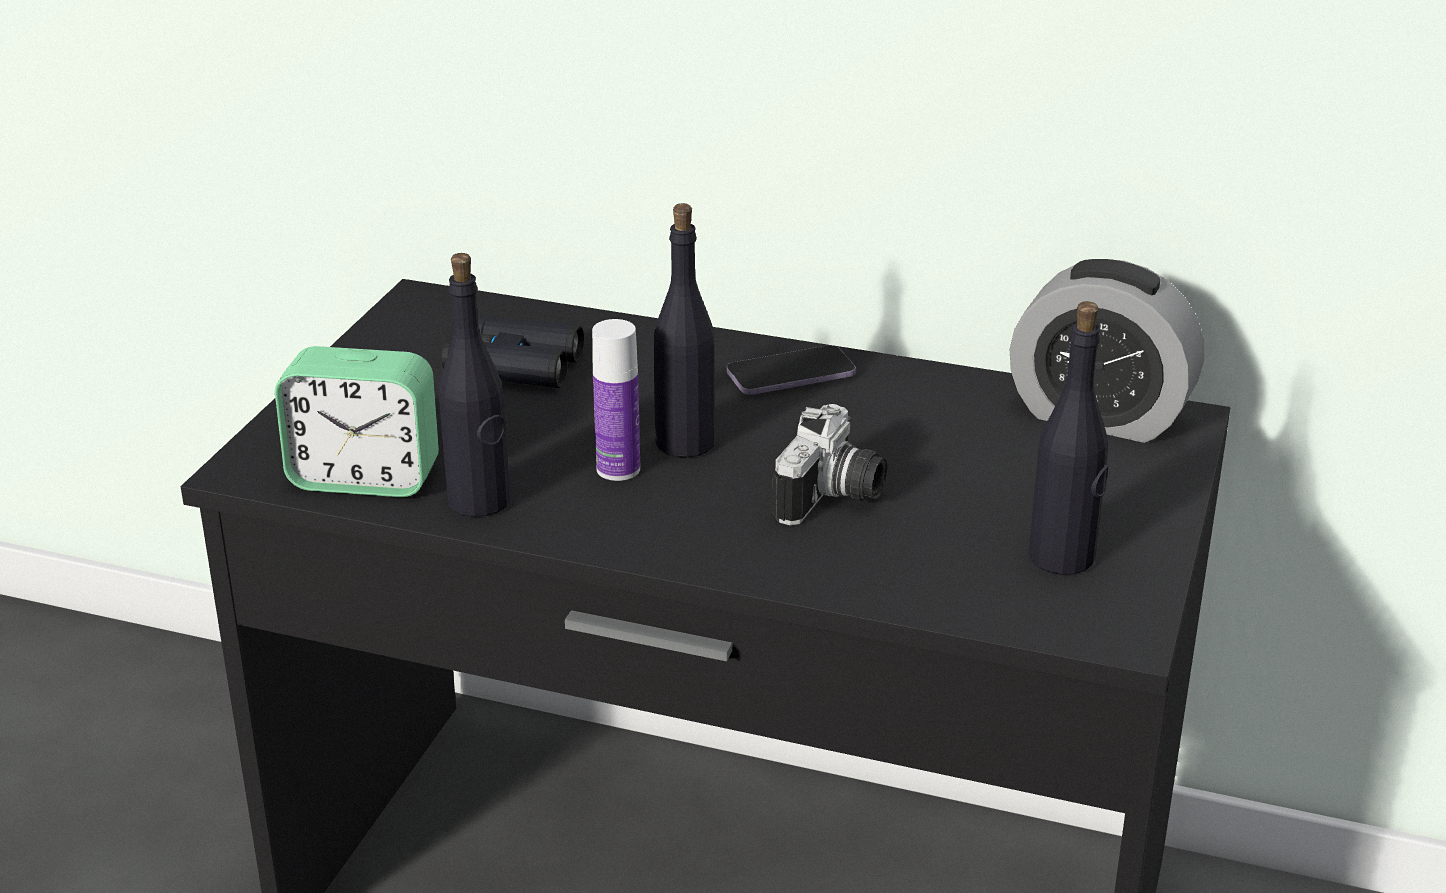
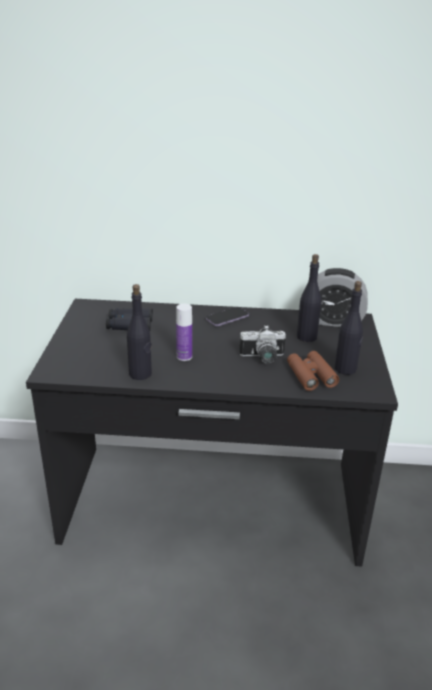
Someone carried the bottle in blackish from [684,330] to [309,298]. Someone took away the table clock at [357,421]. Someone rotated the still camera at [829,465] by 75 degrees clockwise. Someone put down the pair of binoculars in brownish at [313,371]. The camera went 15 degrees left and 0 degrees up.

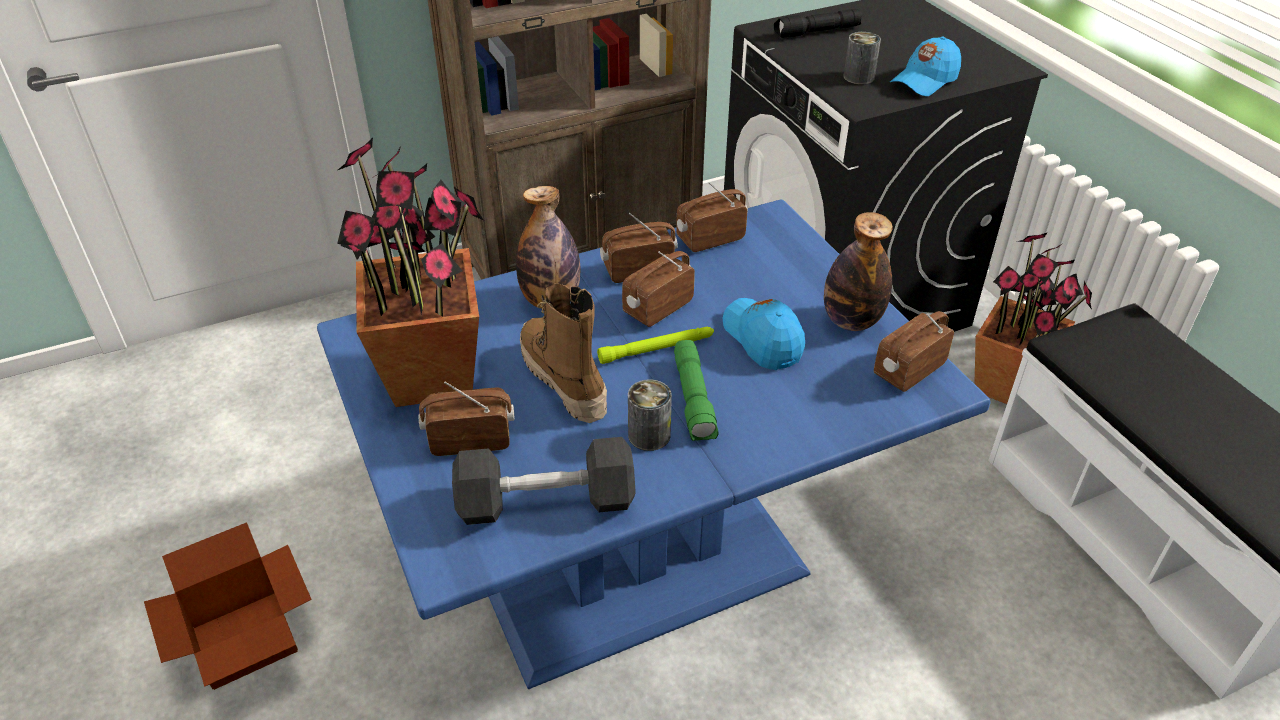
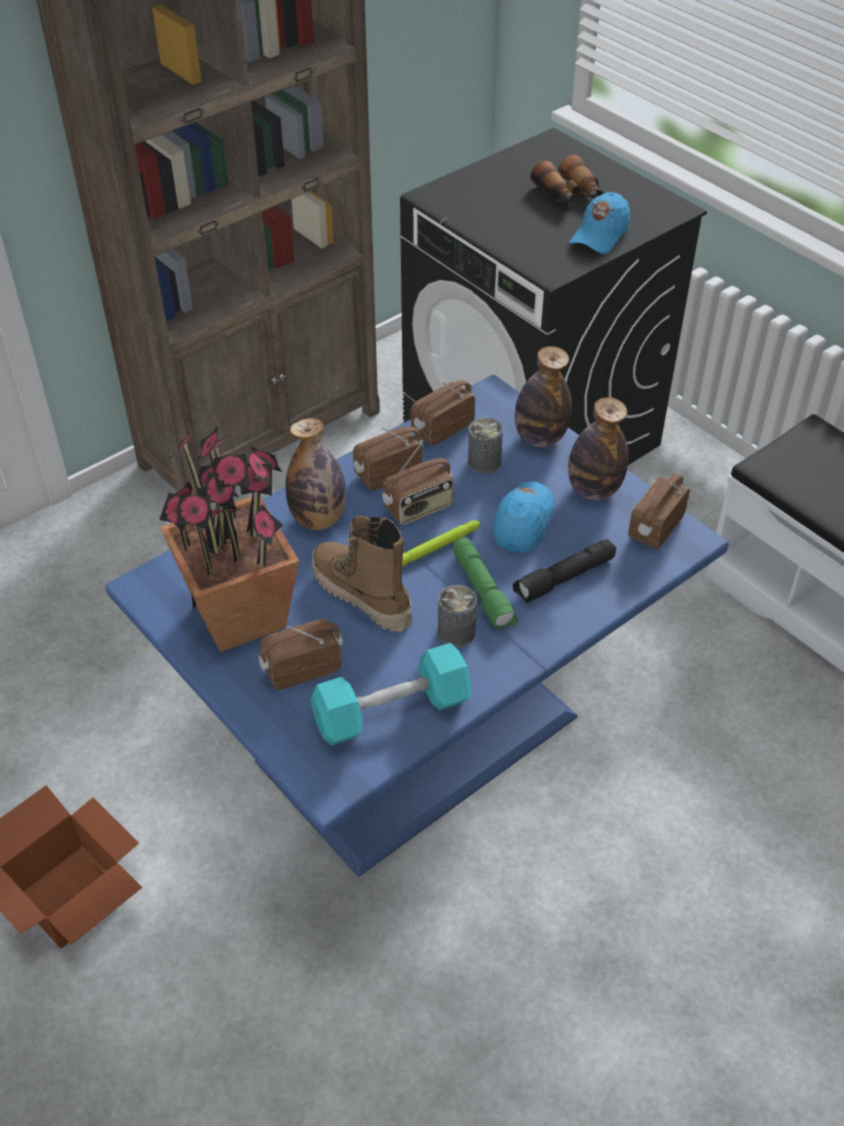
Someone carried the hand torch in blackish from [818,23] to [564,571]. Someone carried the sealed can from [862,58] to [485,446]. Someone took away the potted plant at [1033,318]. Someone rotated the radio receiver at [658,289] by 150 degrees counterclockwise. Someone rotated the peaked cap in bluish at [764,334] by 60 degrees clockwise. Someone repainted the hand weight in grey at [544,481], which became the hand weight in turquoise at [391,694]. Someone put down the pair of binoculars at [567,181]. Someone put down the bottle at [543,396]. The camera went 15 degrees left and 5 degrees up.

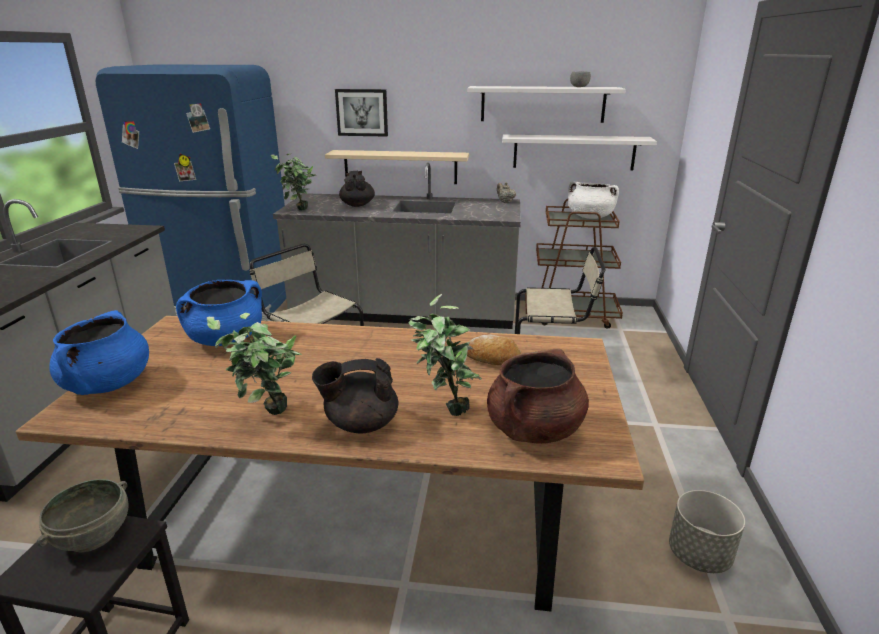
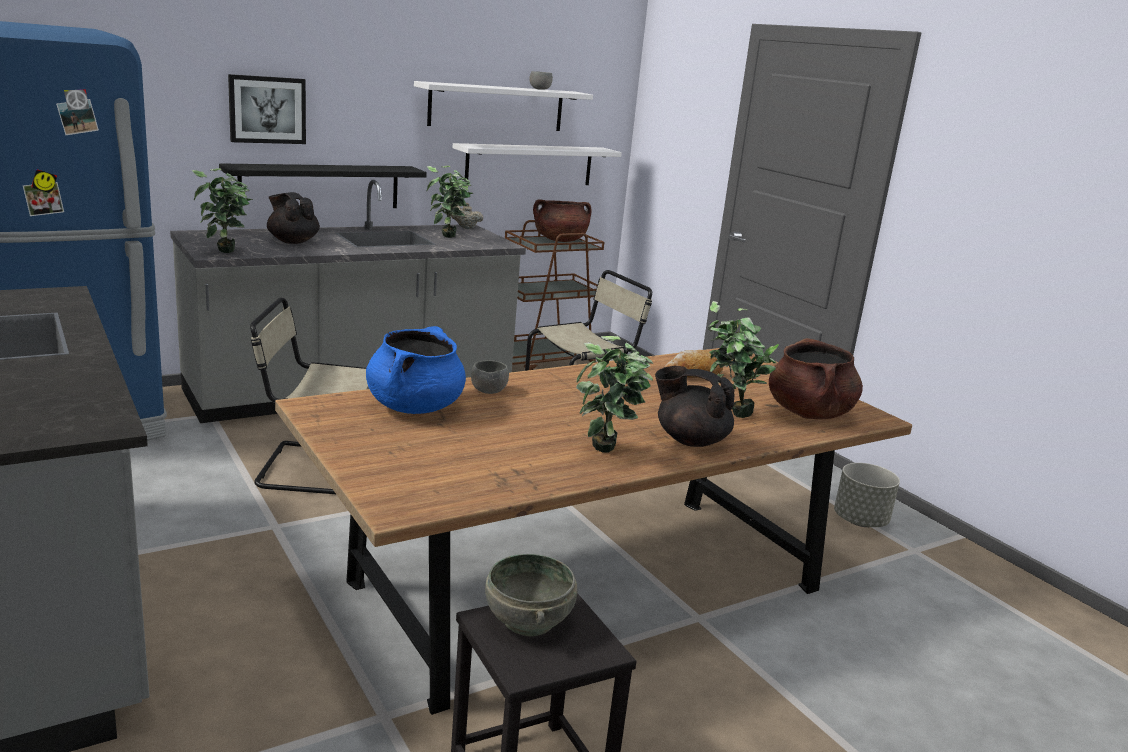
Someone repainted the wall shelf in beige-coloured at [397,167], which became the wall shelf in blackish at [323,185]. Someone repainted the saucepot in white at [593,200], which became the saucepot in brownish at [562,220]. Someone took away the saucepot in bluish at [99,352]. Someone rotated the tea pot in blackish at [355,395] by 75 degrees clockwise. Someone put down the potted plant at [450,202]. Someone put down the bowl in grey at [490,377]. The camera went 40 degrees left and 5 degrees down.

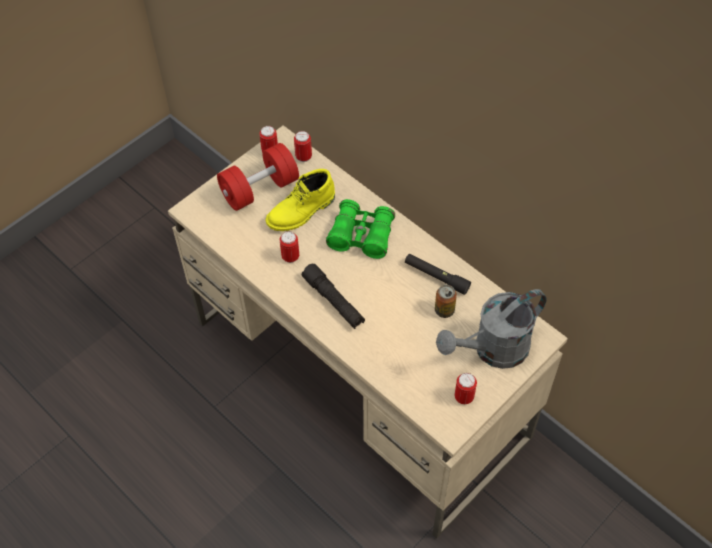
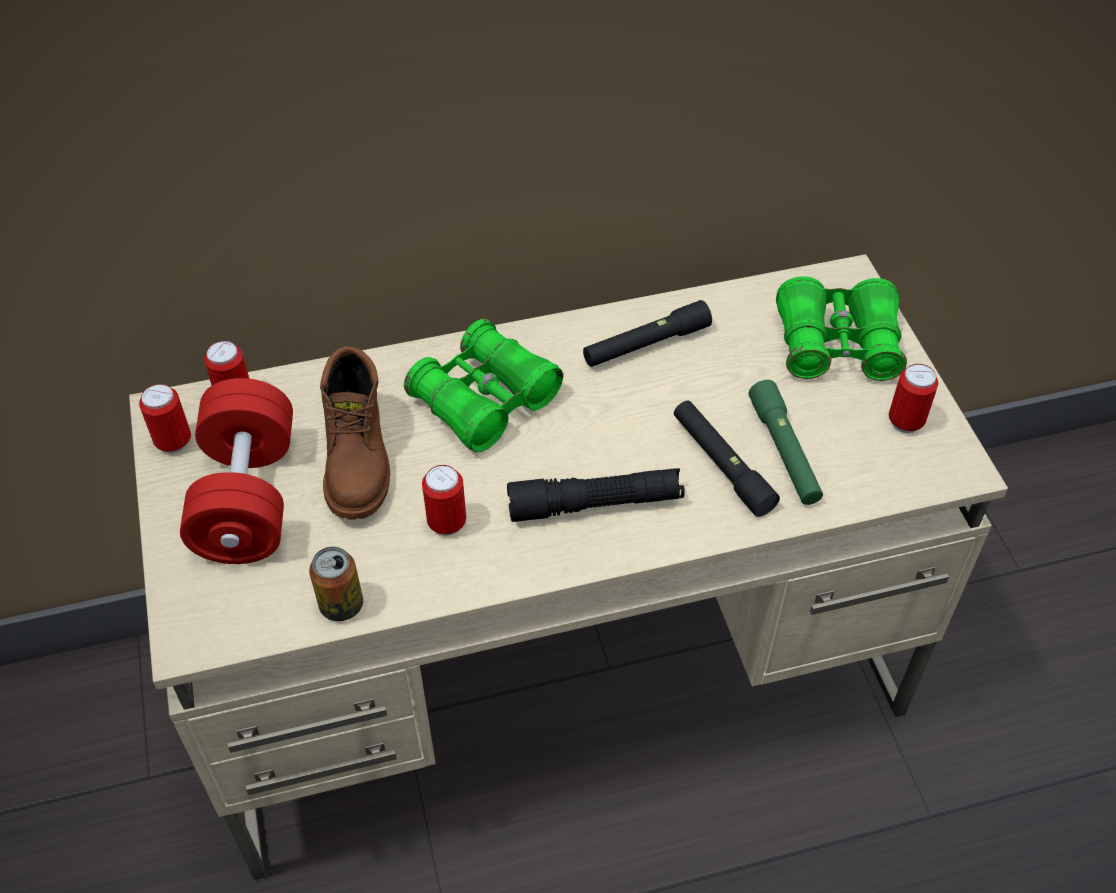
Someone repainted the tall boot in yellow-coloured at [300,200], which became the tall boot in brownish at [355,433]. Someone carried the sealed can from [446,301] to [336,583]. Someone swapped the sprinkling can in grey at [491,329] for the pair of binoculars in green-coloured at [841,328]. Someone put down the hand torch in green-coloured at [786,442]. Someone put down the hand torch in blackish at [727,459]. The camera went 60 degrees left and 5 degrees down.

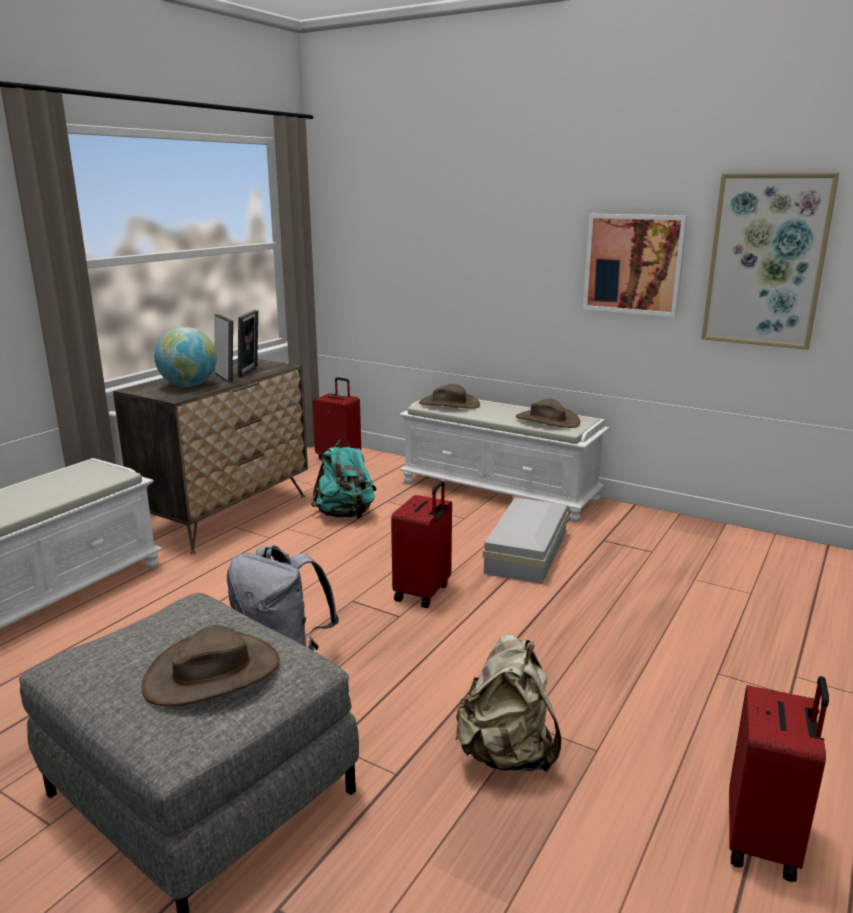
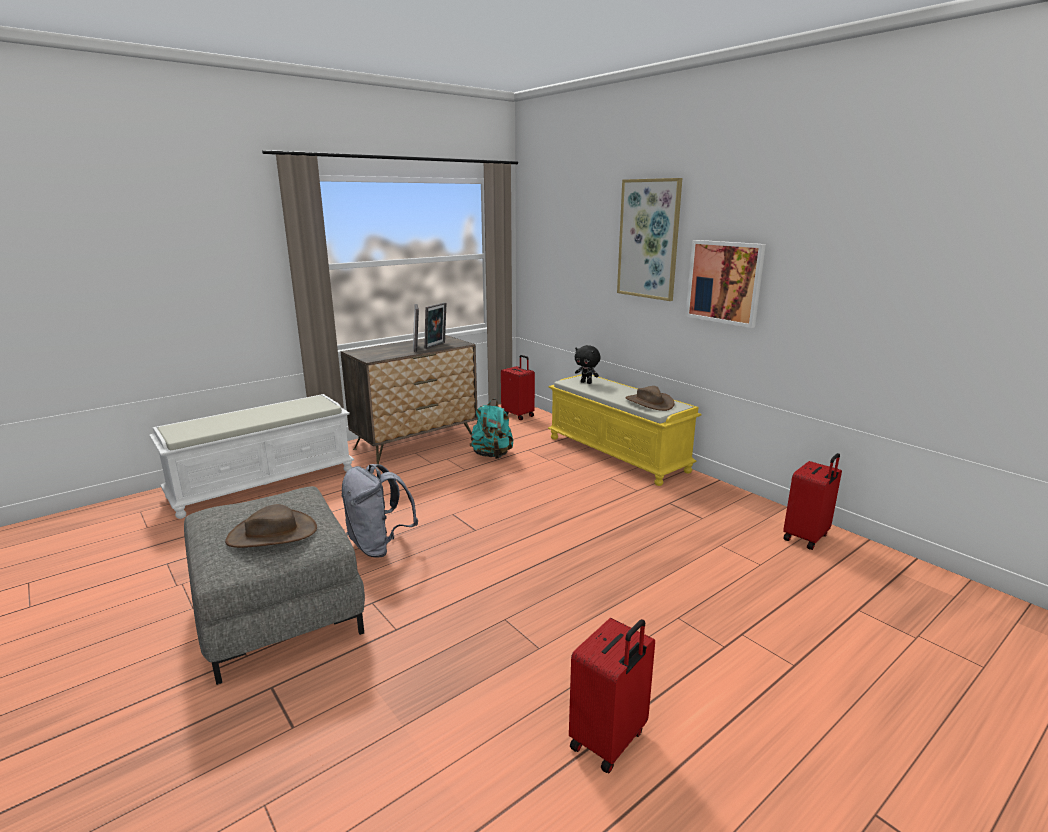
Someone carried the picture from [770,261] to [649,239]. Someone took away the globe at [185,357]. Someone swapped the clothing hat in brownish at [449,396] for the plush toy in blackish at [587,364]. Someone repainted the bench in white at [504,460], which became the bench in yellow-coloured at [625,430]. Someone carried the piece of luggage in red from [421,544] to [812,501]. Someone took away the storage container in white at [525,540]. Someone took away the rucksack in beige-coloured at [508,704]. The camera went 20 degrees right and 0 degrees up.

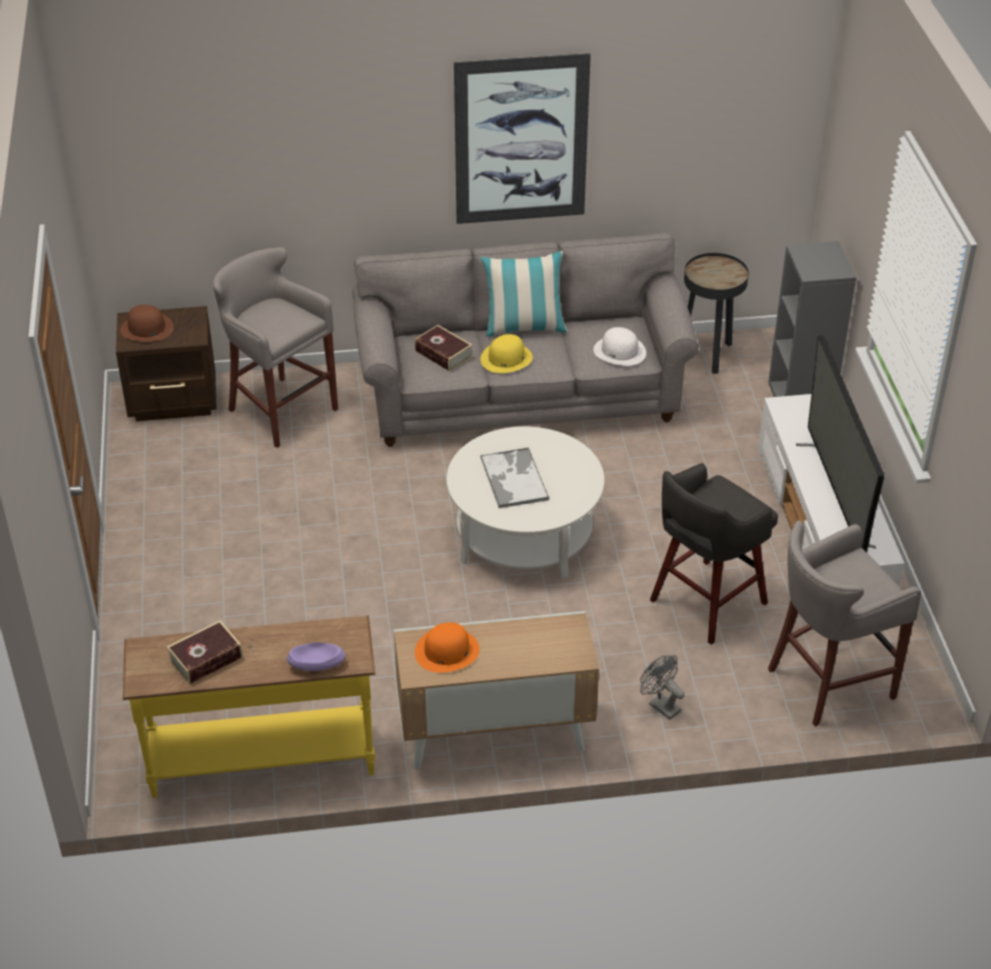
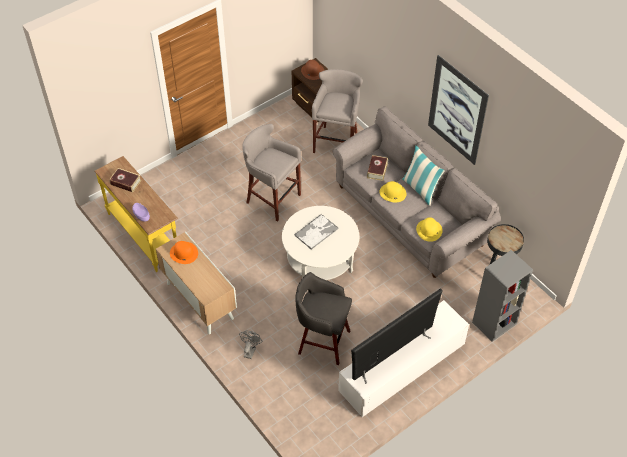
Someone repainted the clothing hat in white at [620,346], which became the clothing hat in yellow-coloured at [429,229]. Someone carried the stool seat in grey from [844,623] to [271,173]. The camera went 60 degrees right and 10 degrees up.

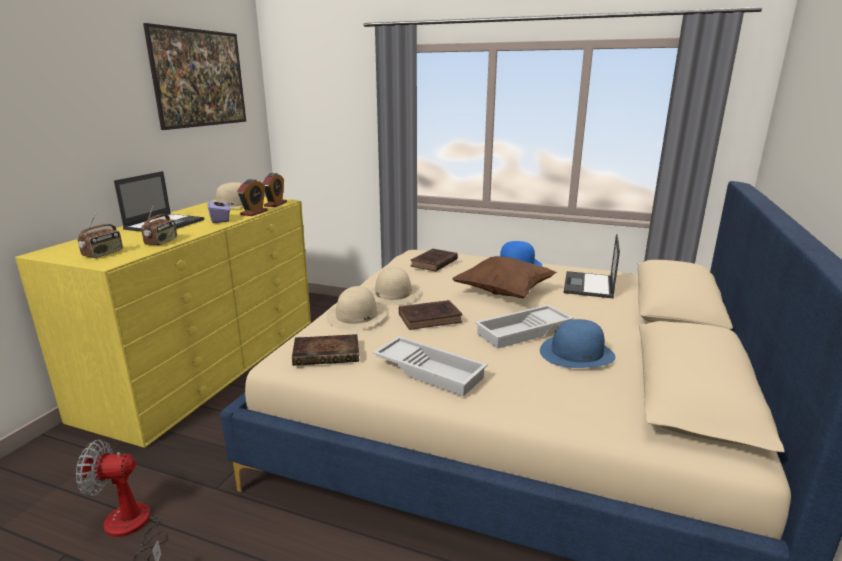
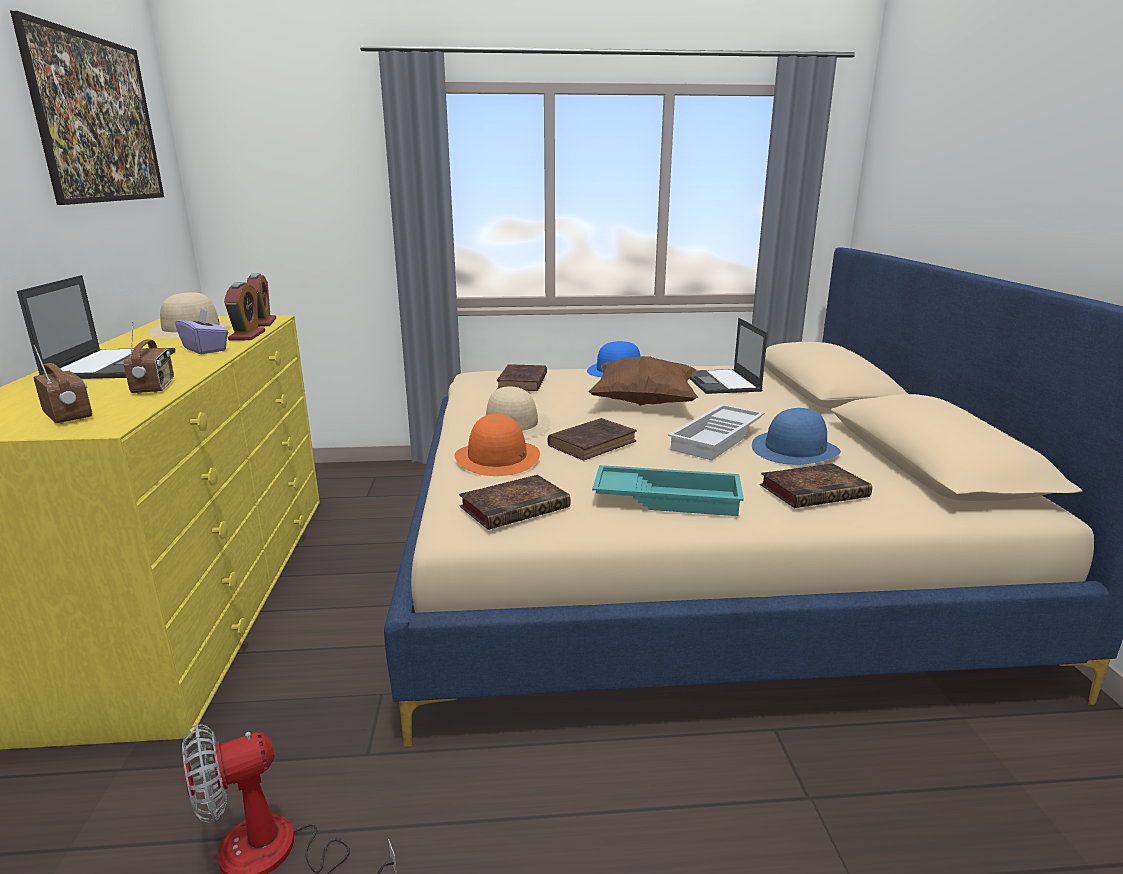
Someone rotated the radio receiver at [100,235] by 45 degrees counterclockwise. Someone repainted the clothing hat in beige-coloured at [356,308], which became the clothing hat in orange at [497,445]. Someone repainted the serving tray in white at [430,366], which became the serving tray in turquoise at [668,490]. Someone put down the book at [816,486]. The camera went 25 degrees left and 0 degrees up.

